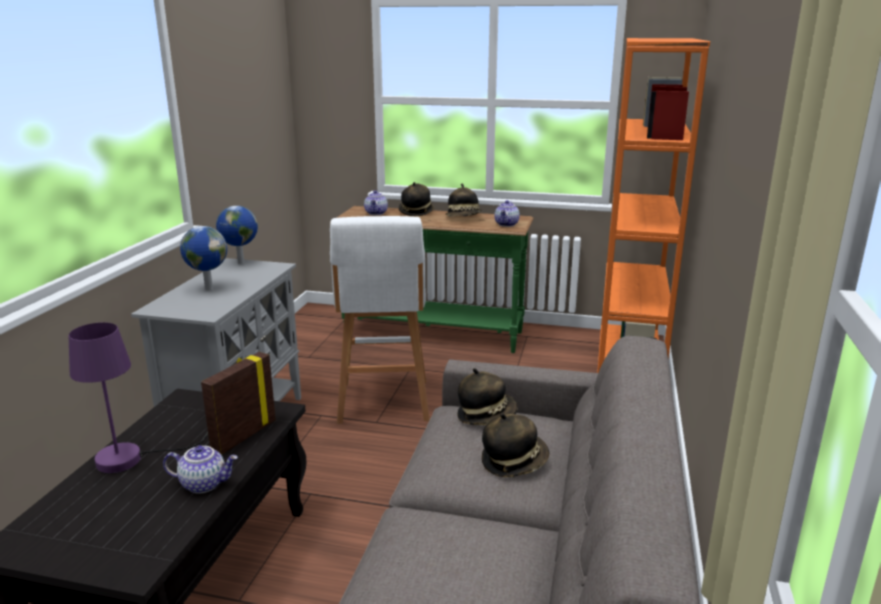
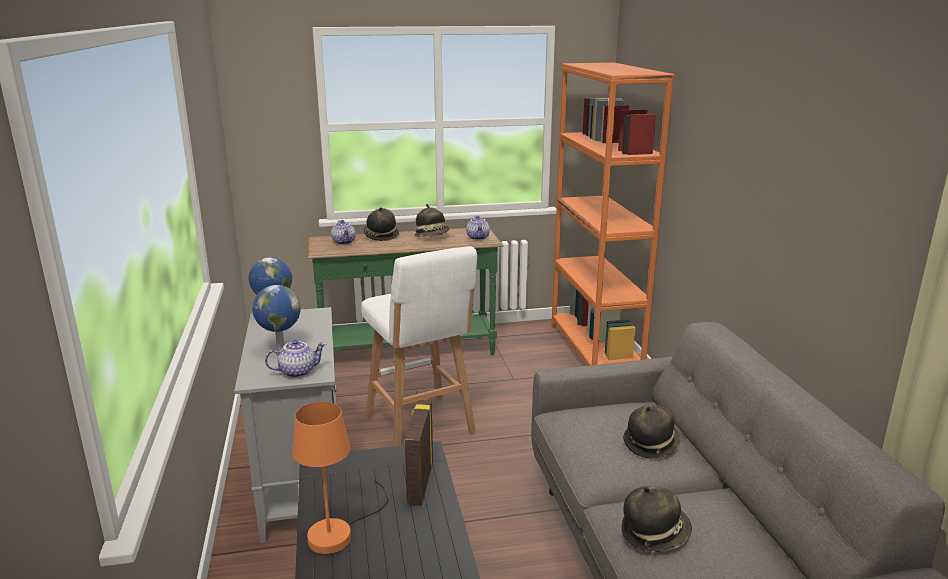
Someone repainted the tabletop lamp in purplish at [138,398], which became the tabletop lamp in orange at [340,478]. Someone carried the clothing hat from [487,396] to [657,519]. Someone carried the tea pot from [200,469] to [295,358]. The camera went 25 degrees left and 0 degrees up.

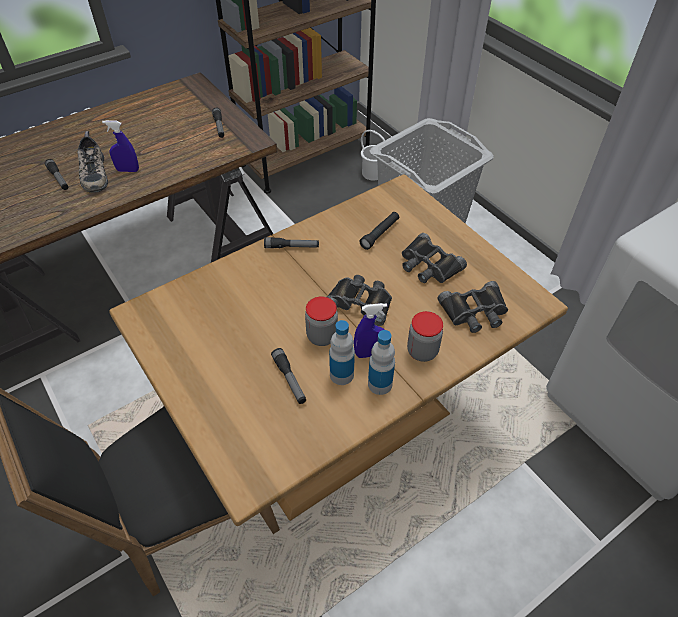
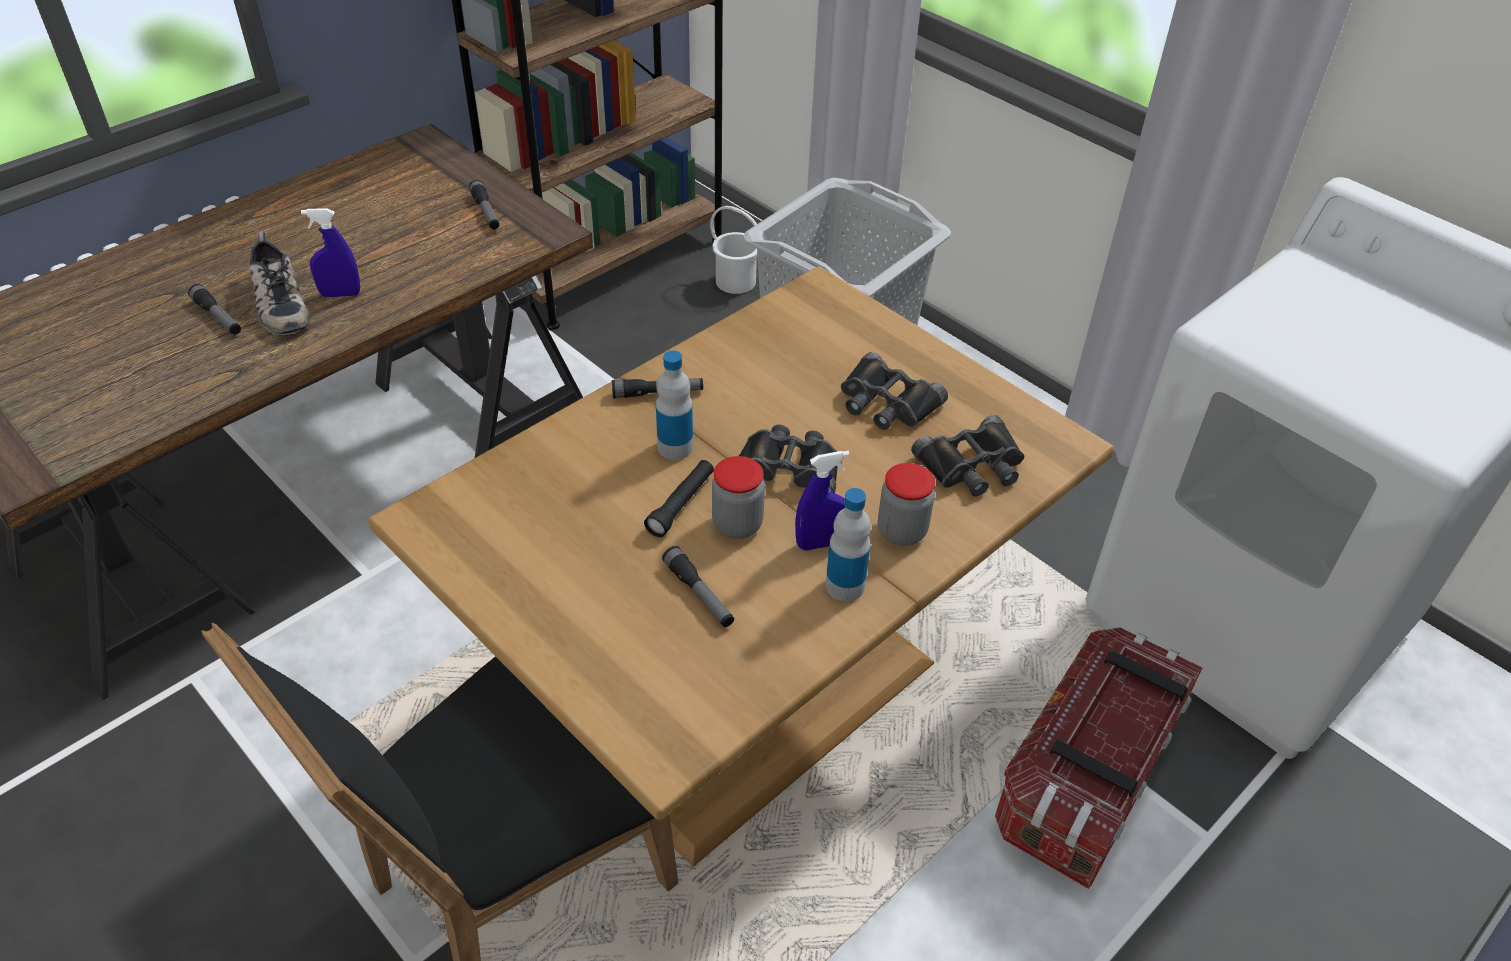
Someone carried the hand torch in blackish from [379,231] to [679,498]. Someone carried the bottle from [342,352] to [674,405]. Someone put down the storage container at [1098,758]. The camera went 10 degrees left and 5 degrees down.

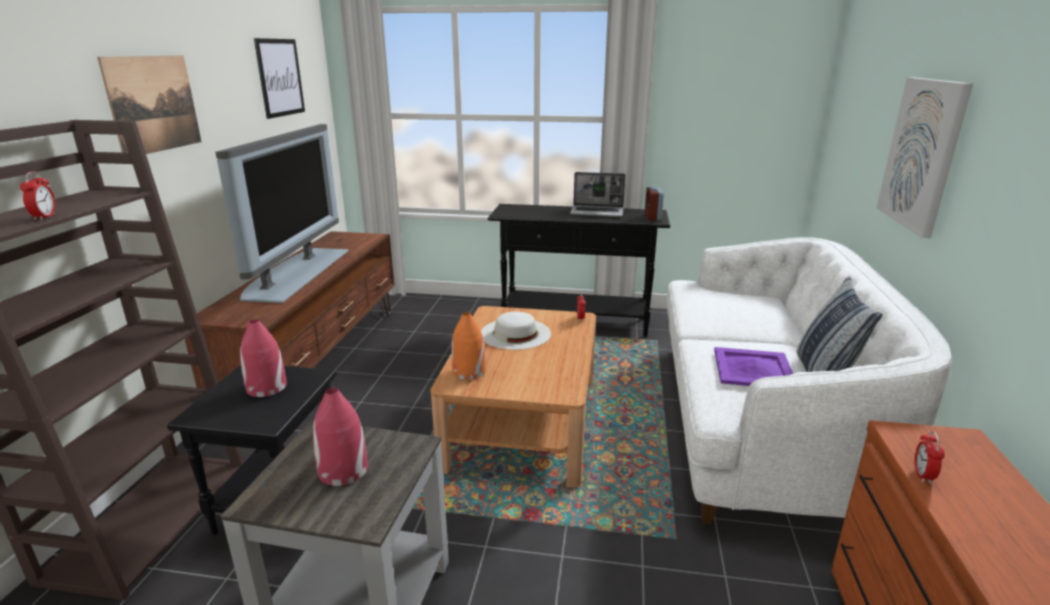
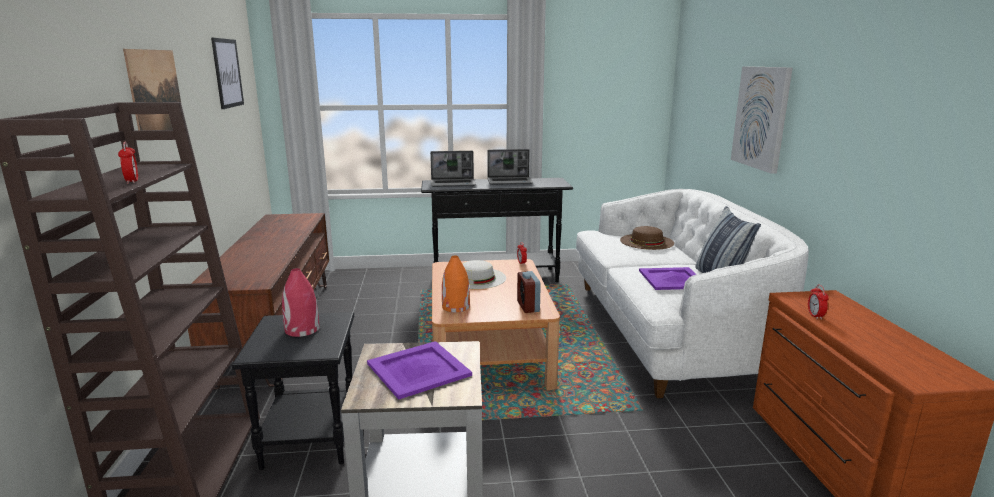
Someone took away the TV at [282,213]. Someone carried the table clock from [654,203] to [529,292]. Someone swapped the flower vase in red at [340,437] for the serving tray in purplish at [419,370]. Someone put down the notebook computer at [453,169]. Someone put down the clothing hat in brownish at [647,238]. The camera went 15 degrees left and 5 degrees down.

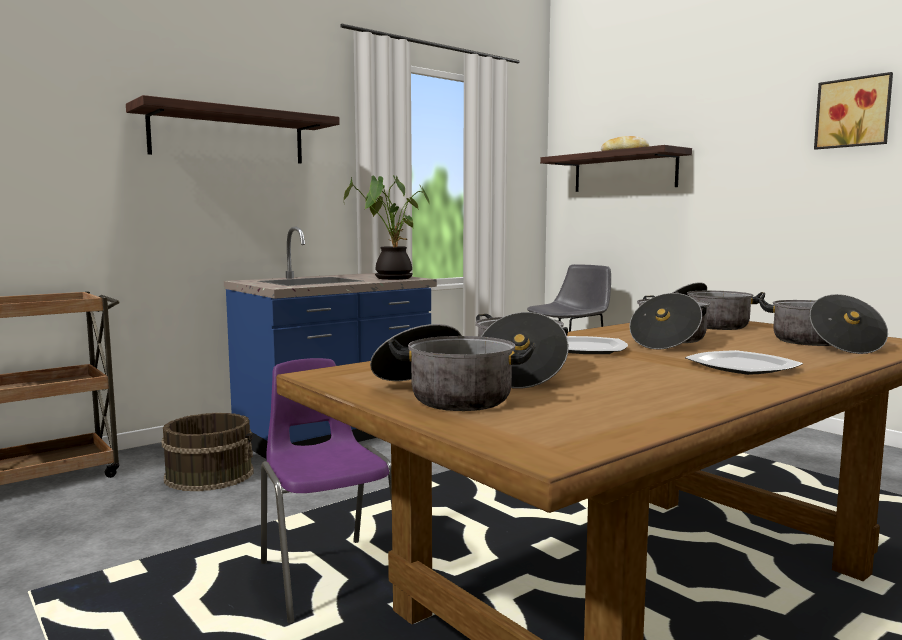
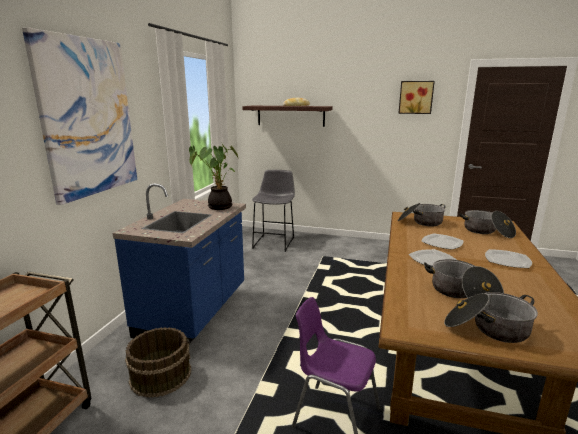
Someone swapped the wall shelf at [233,129] for the picture at [79,116]. Someone swapped the saucepot at [669,321] for the plate at [442,241]. The camera went 35 degrees left and 10 degrees up.

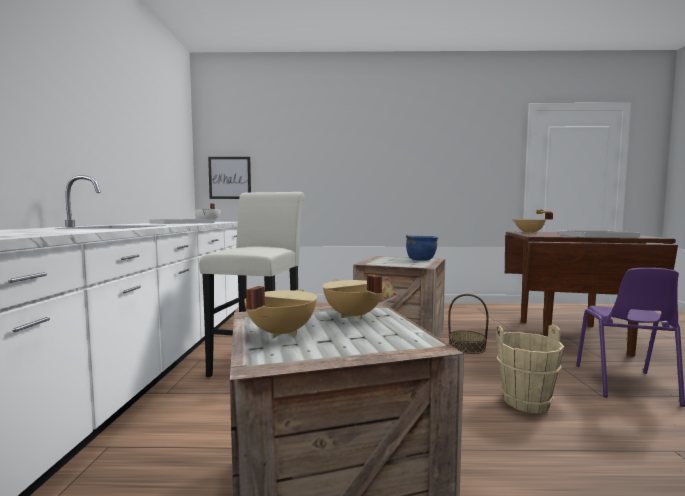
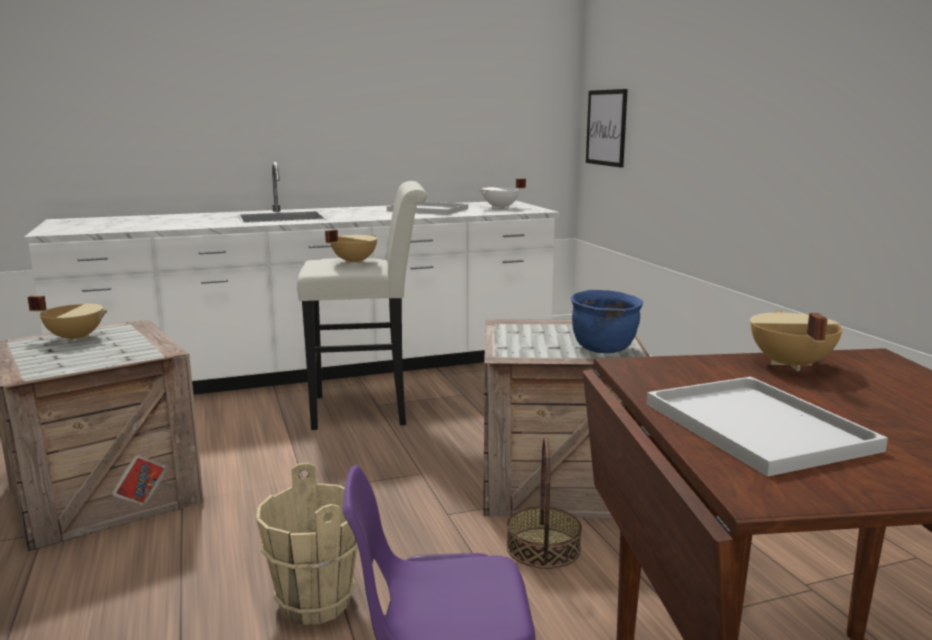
Someone carried the saucepot in beige-coloured from [353,297] to [351,246]. The camera went 70 degrees right and 10 degrees up.

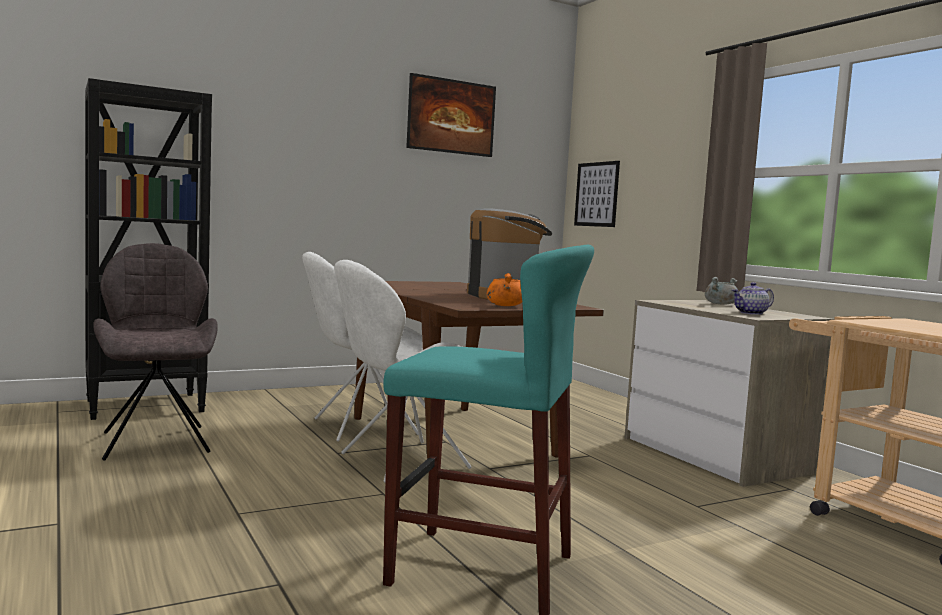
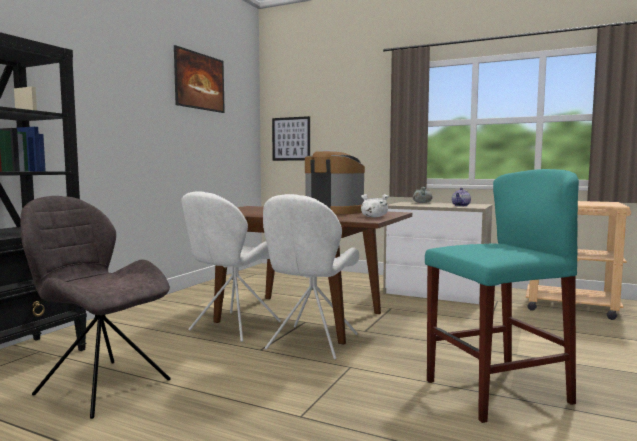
Someone repainted the saucepot in orange at [504,289], which became the saucepot in white at [375,205]. The camera went 35 degrees left and 0 degrees up.

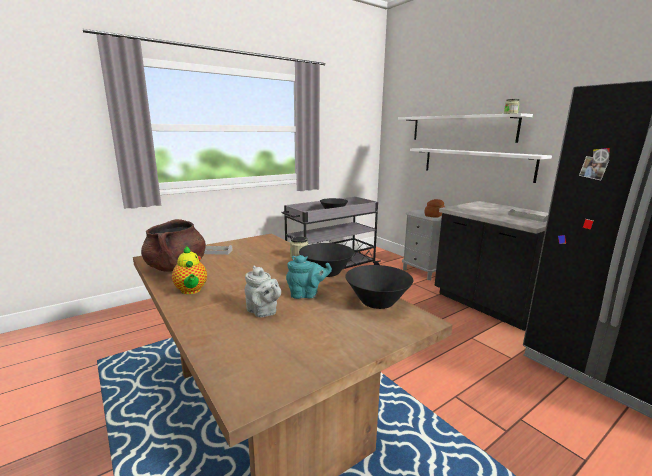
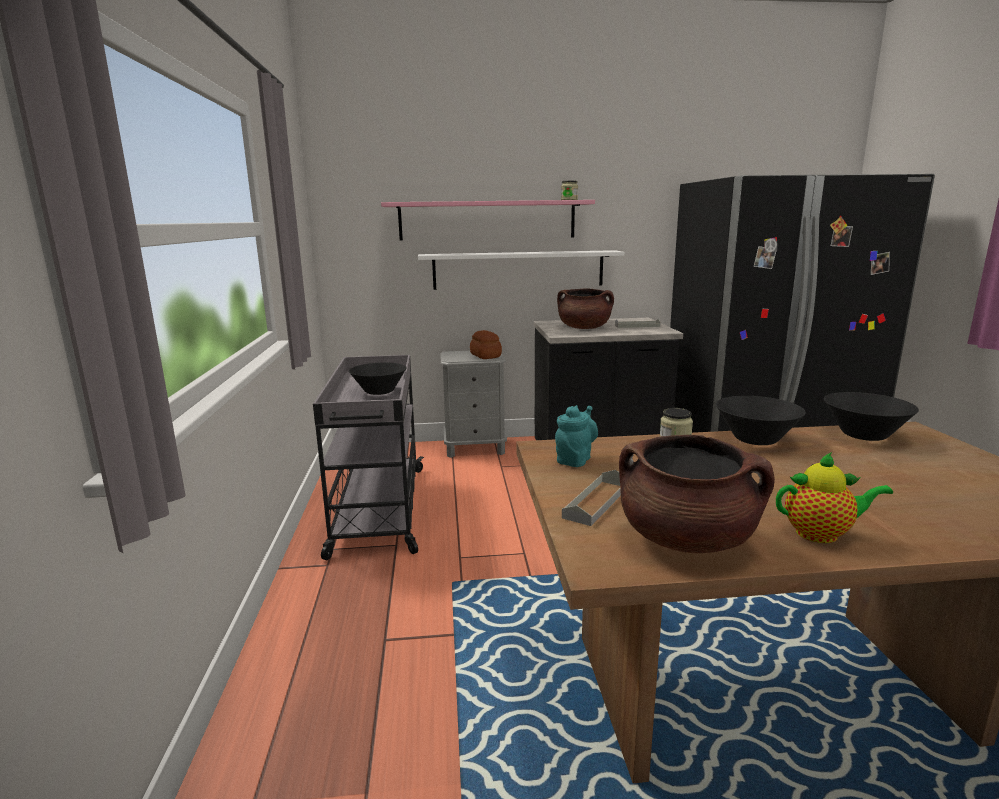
Someone repainted the wall shelf in white at [465,128], which became the wall shelf in pinkish at [488,220]. Someone carried the tea pot in turquoise from [309,277] to [576,436]. Someone took away the tea pot in grey at [263,291]. Someone put down the saucepot in brownish at [585,308]. The camera went 60 degrees left and 0 degrees up.

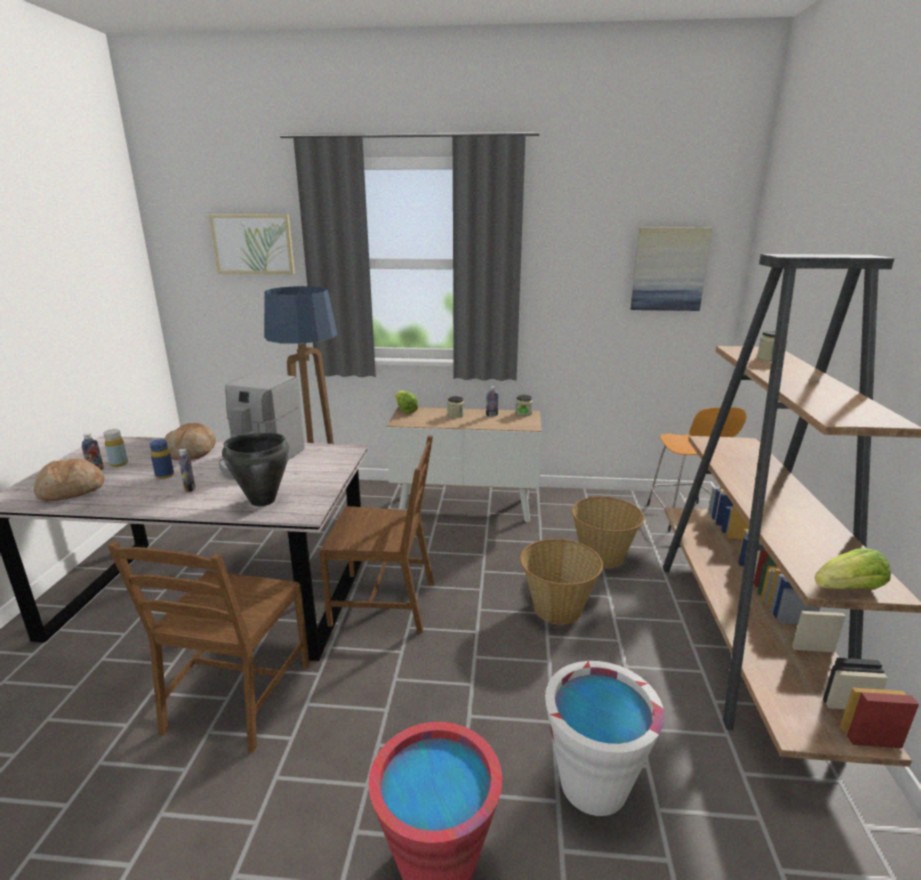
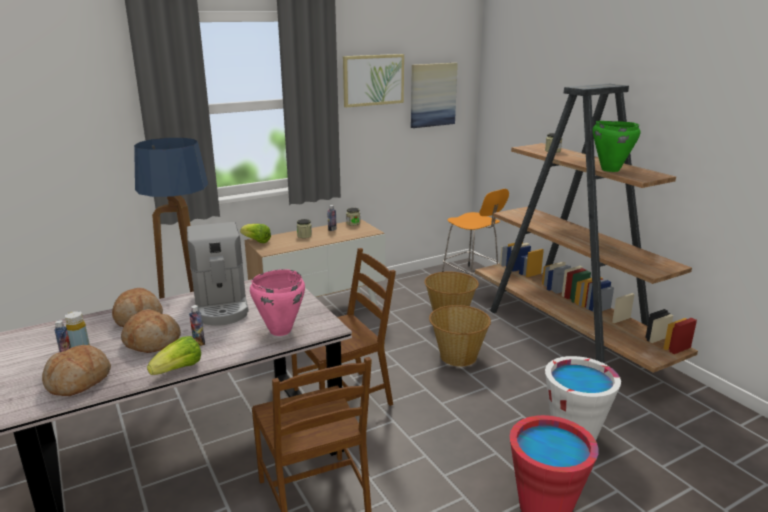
Someone carried the picture from [252,244] to [373,80]. Someone repainted the saucepot in blackish at [256,469], which became the saucepot in pinkish at [277,302]. Someone swapped the bottle in bluish at [162,459] for the bakery bread at [151,331]. Someone carried the head of lettuce from [853,569] to [174,355]. Someone put down the saucepot in green-coloured at [616,146]. The camera went 35 degrees left and 0 degrees up.

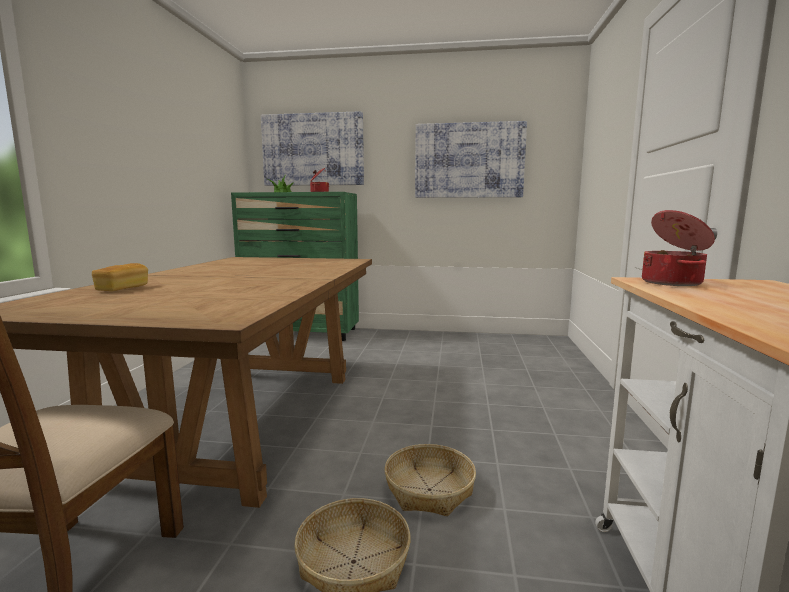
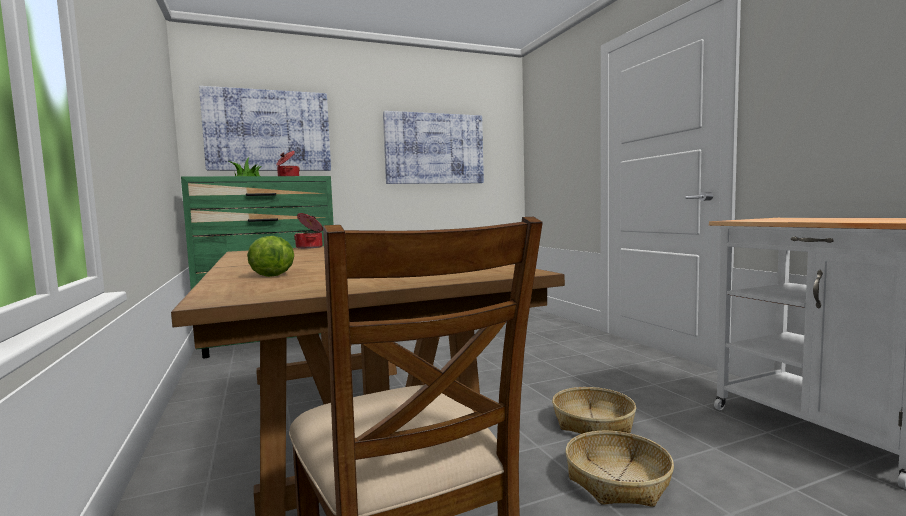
Someone carried the saucepot from [678,248] to [308,231]. Someone swapped the bakery bread at [120,277] for the head of lettuce at [270,256]. The camera went 30 degrees left and 5 degrees down.

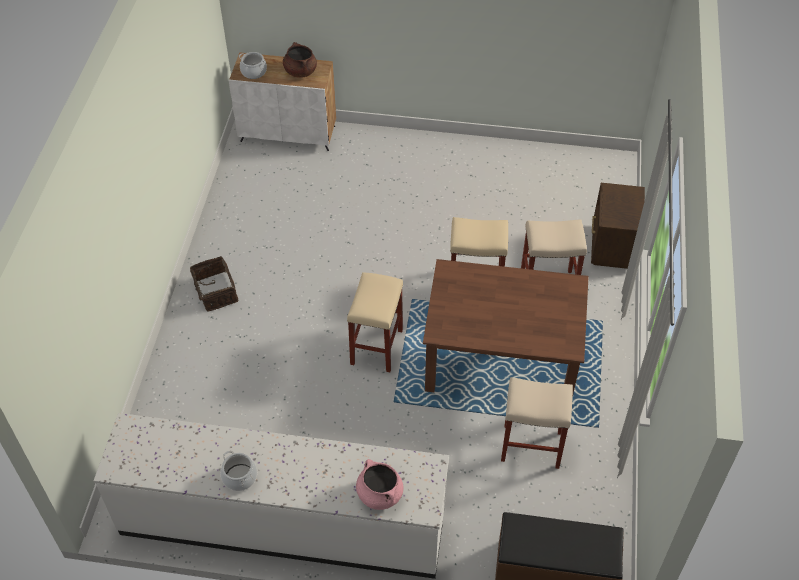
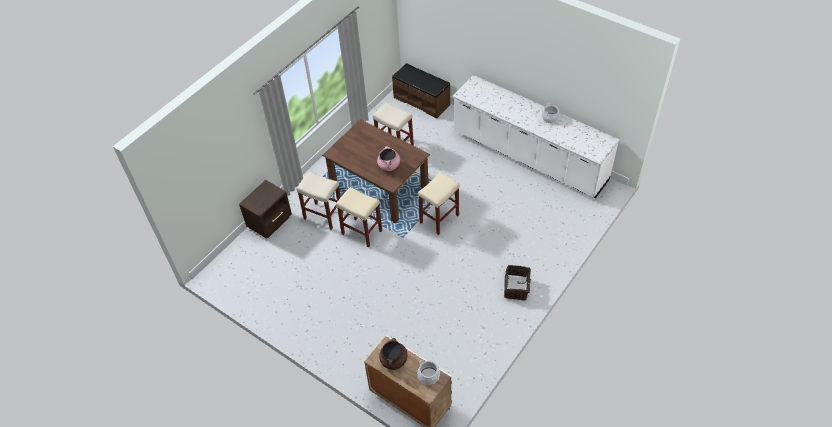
Someone carried the saucepot in pinkish from [379,484] to [388,158]. The camera went 150 degrees left and 0 degrees up.

